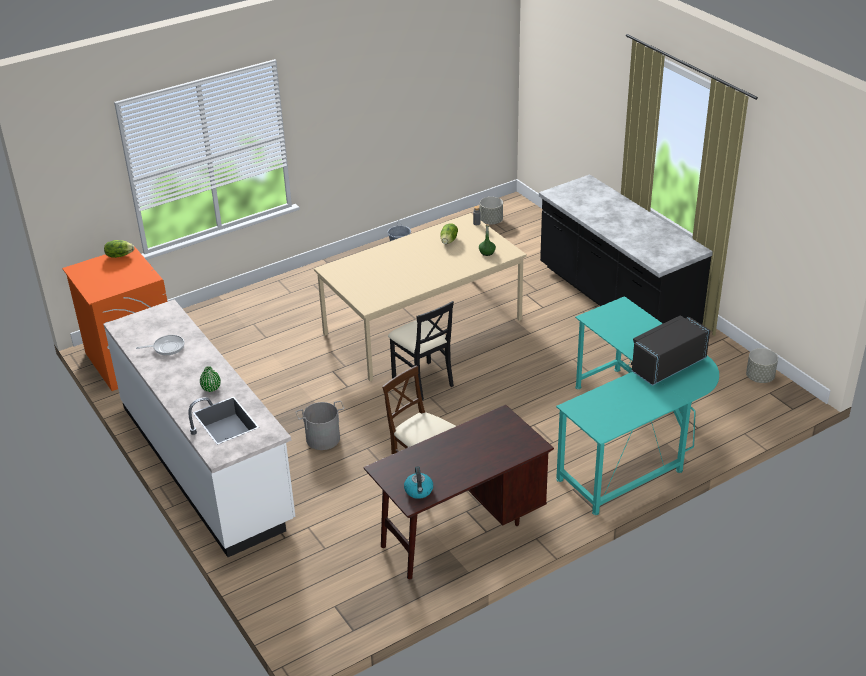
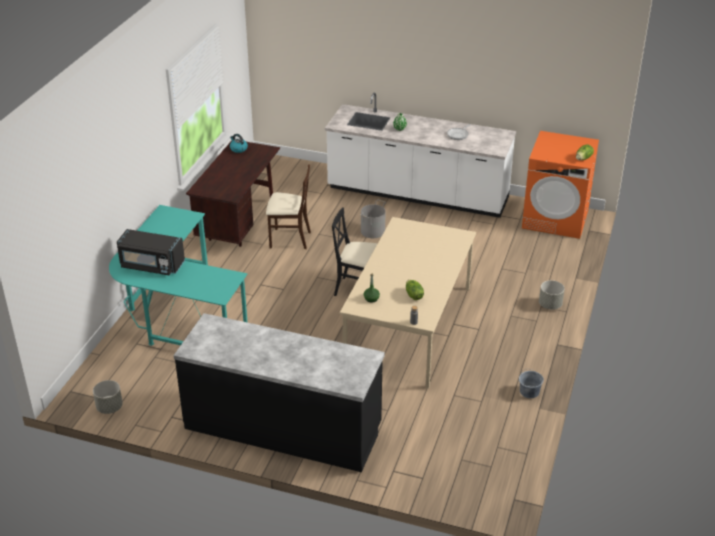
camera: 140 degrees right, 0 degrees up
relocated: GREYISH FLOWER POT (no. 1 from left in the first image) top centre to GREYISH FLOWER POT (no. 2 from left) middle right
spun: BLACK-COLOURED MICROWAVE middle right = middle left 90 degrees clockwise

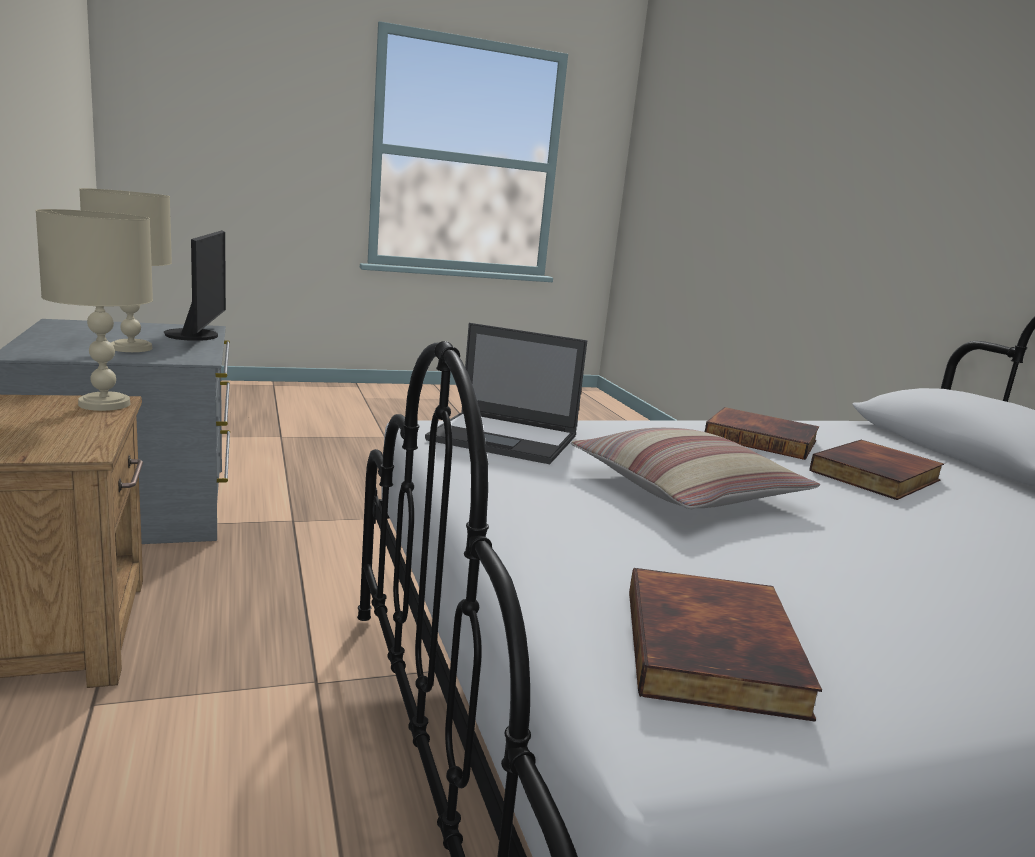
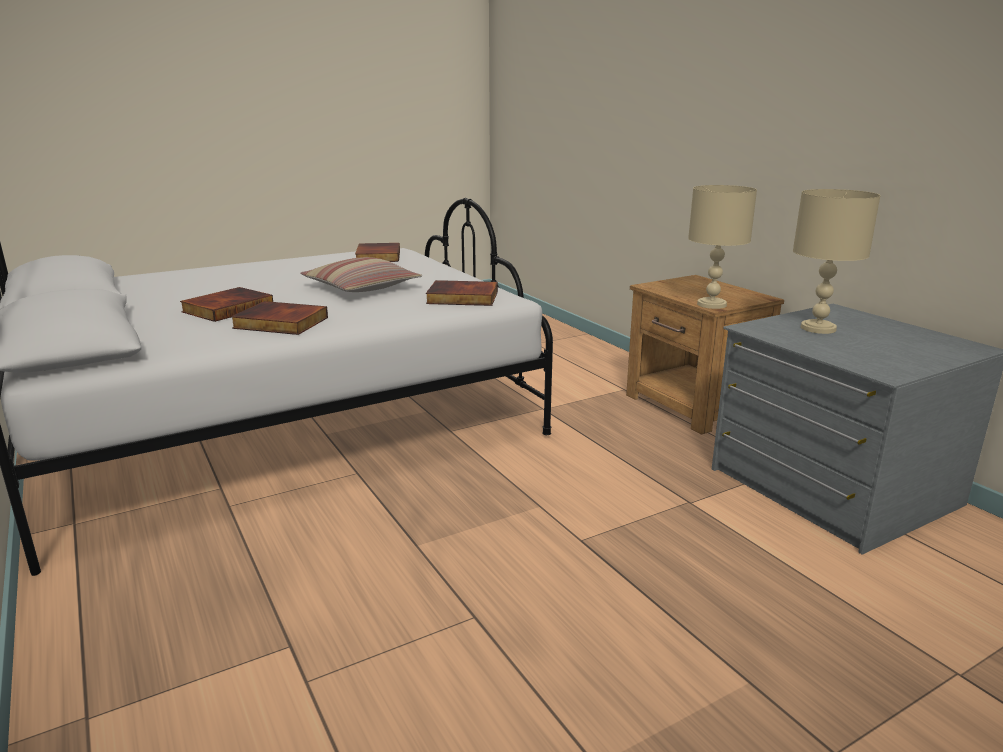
camera: 170 degrees right, 5 degrees up
missing: COMPUTER SCREEN top left
exchanged: PORTABLE COMPUTER centre to BOOK (no. 4 from left) centre

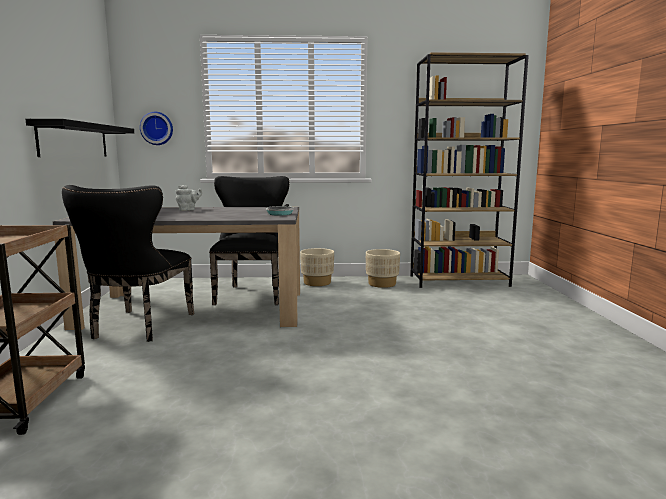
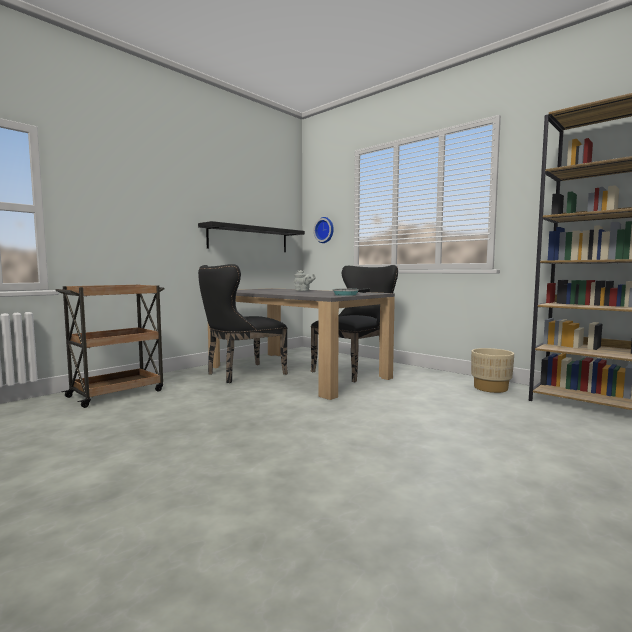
camera: 45 degrees right, 5 degrees down
missing: BEIGE FLOWER POT (no. 1 from left) centre

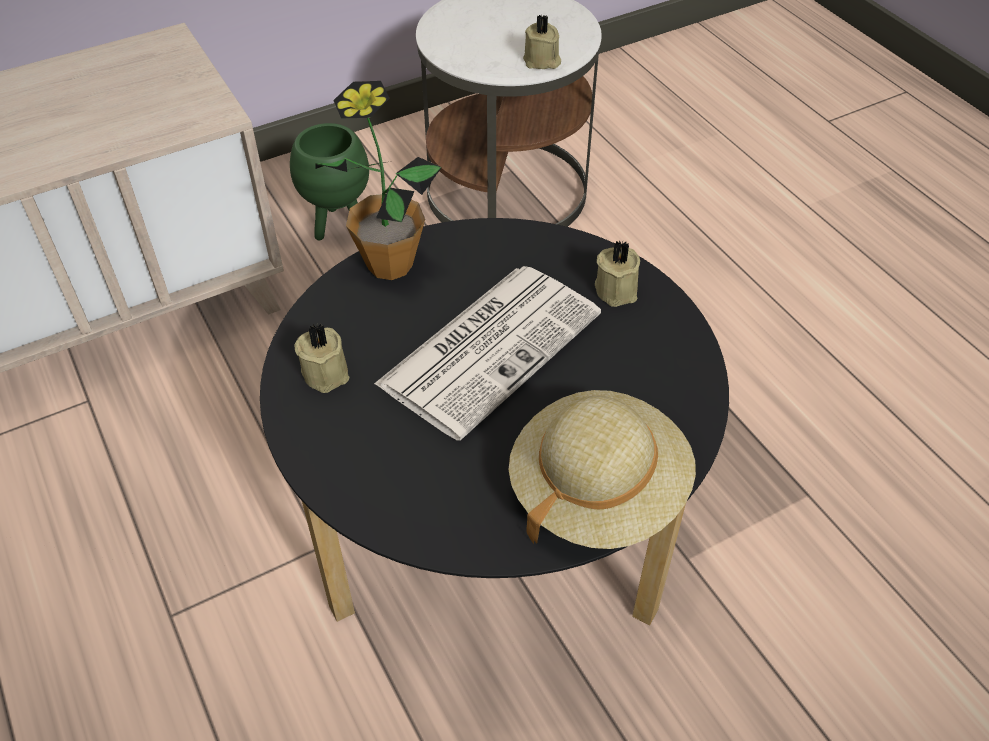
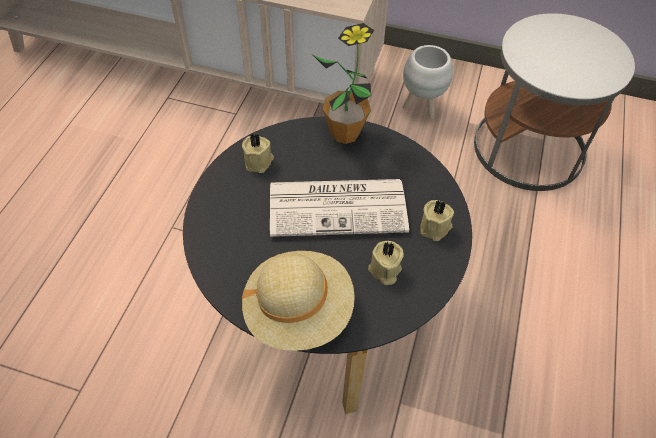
camera: 45 degrees right, 5 degrees up
relocated: BEIGE WAX CANDLE (no. 2 from left) top centre to centre
colour: GREEN-COLOURED FLOWER POT top left to WHITE-COLOURED FLOWER POT top centre

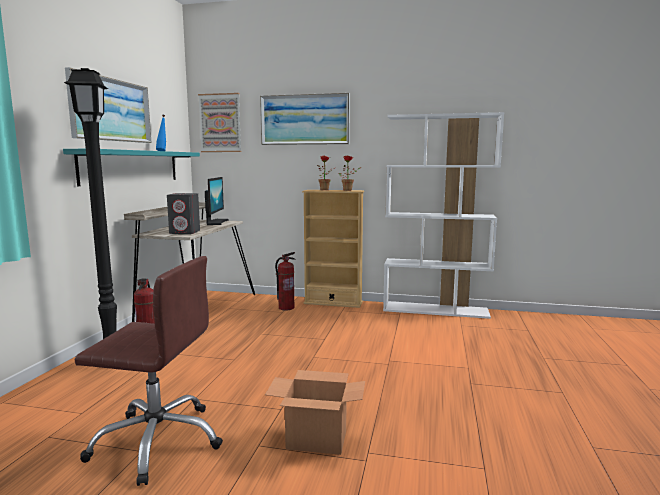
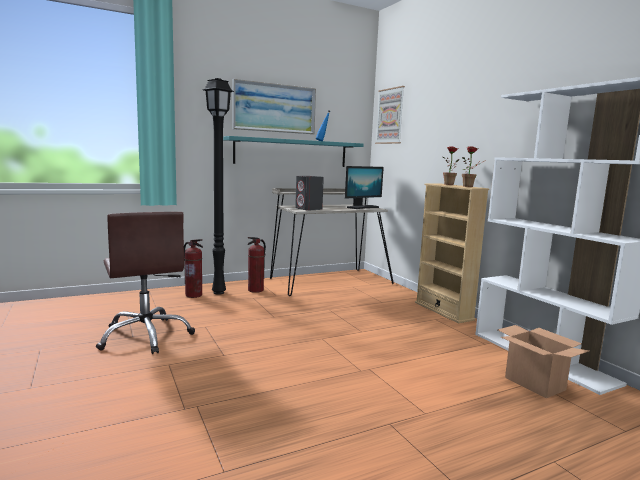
camera: 50 degrees right, 0 degrees up
missing: WALL PICTURE (no. 3 from left) top centre
relocated: FIRE EXTINGUISHER (no. 2 from left in the first image) centre to FIRE EXTINGUISHER (no. 1 from left) middle left; CARDBOARD BOX bottom centre to bottom right

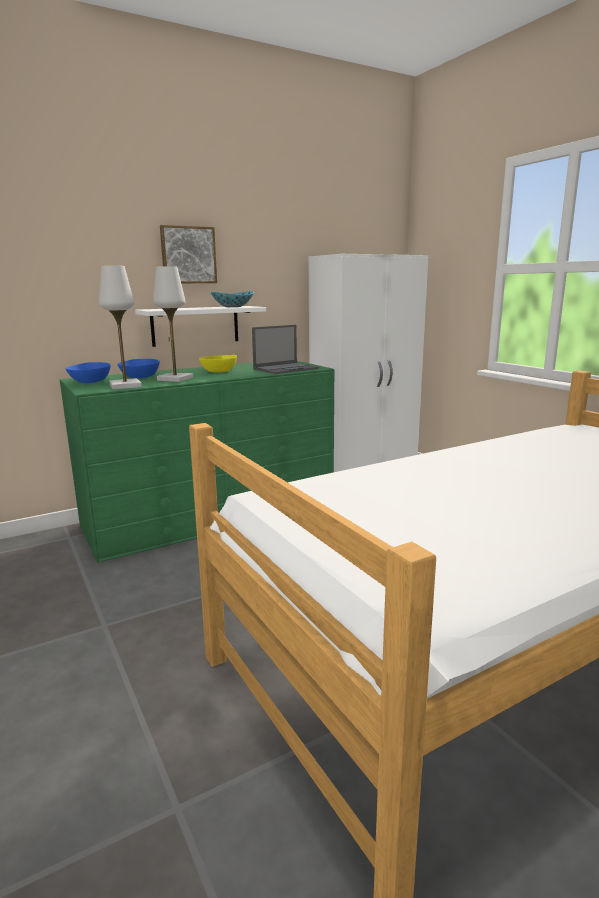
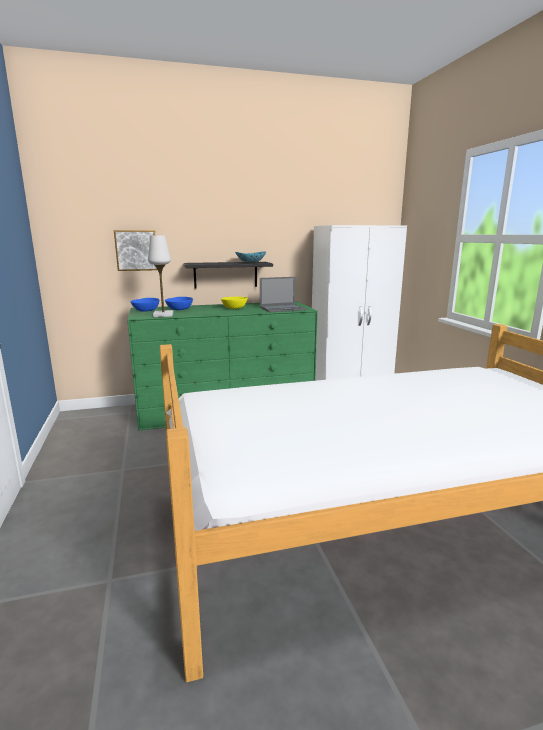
camera: 15 degrees right, 0 degrees up
missing: WHITE-COLOURED TABLE LAMP (no. 2 from left) middle left
relocated: WALL PICTURE top left to middle left
colour: WHITE-COLOURED SHELF centre to BLACK-COLOURED SHELF centre

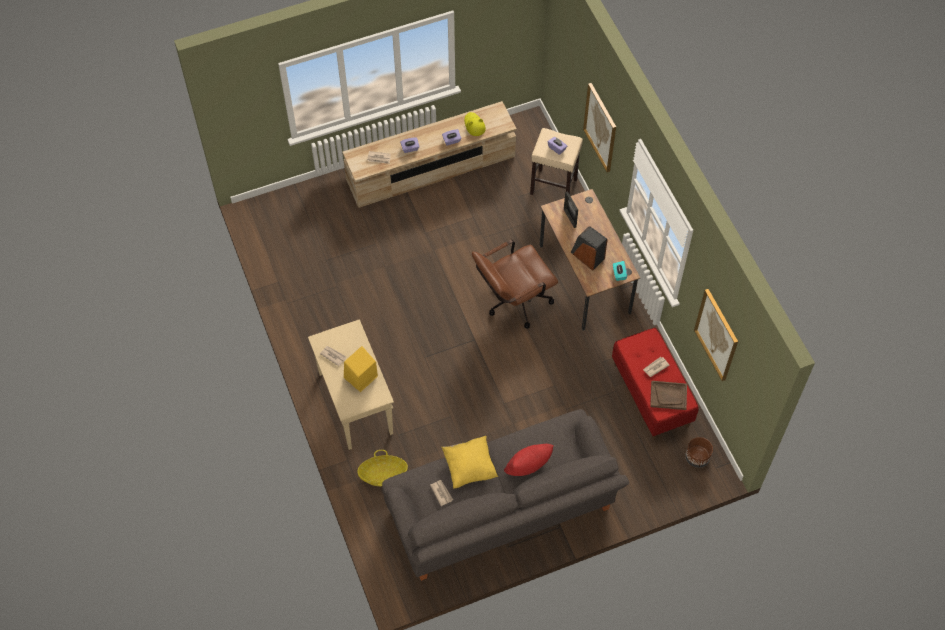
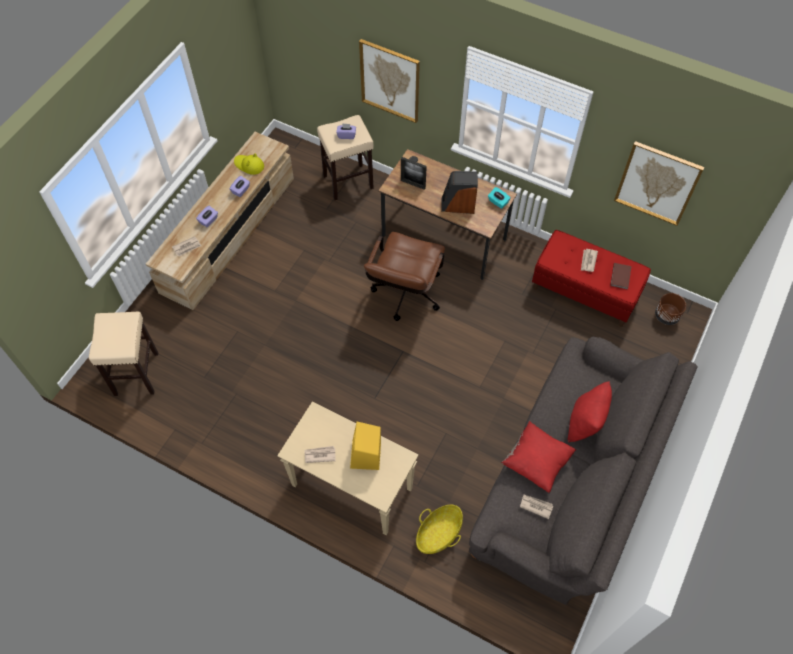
camera: 40 degrees left, 0 degrees up
appeared: BEIGE SITTING STOOL (no. 1 from left) middle left
exchanged: BROWNISH CARRYING TRAY middle right to BROWNISH BOOK middle right
colour: YELLOW-COLOURED THROW PILLOW bottom centre to RED THROW PILLOW (no. 1 from left) bottom right

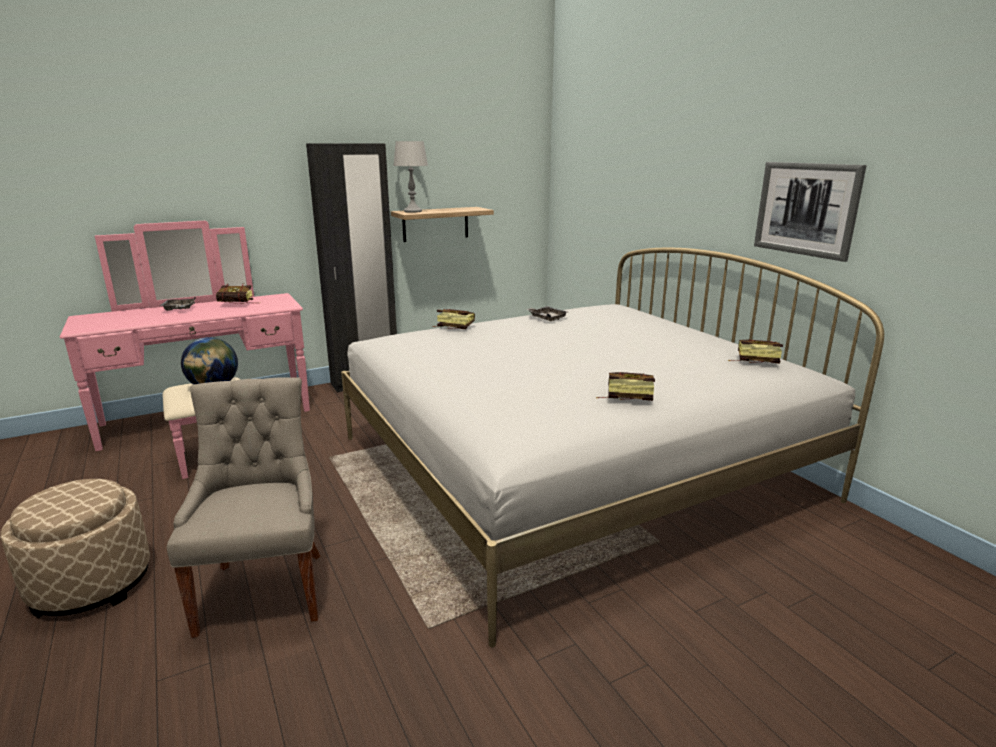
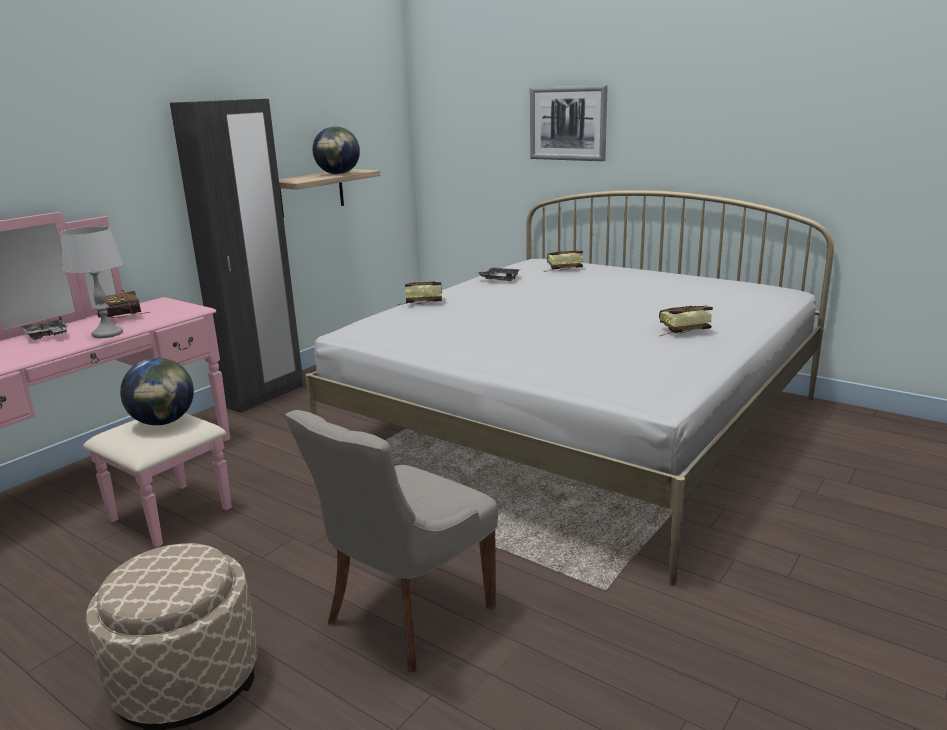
camera: 25 degrees left, 0 degrees up
appeared: DESK GLOBE (no. 2 from left) top centre
relocated: GREYISH TABLE LAMP top centre to middle left; WALL PICTURE top right to top centre; BOOK (no. 4 from left in the first image) middle right to BOOK (no. 3 from left) centre
spun: GREYISH CHAIR bottom left = bottom centre 105 degrees counterclockwise

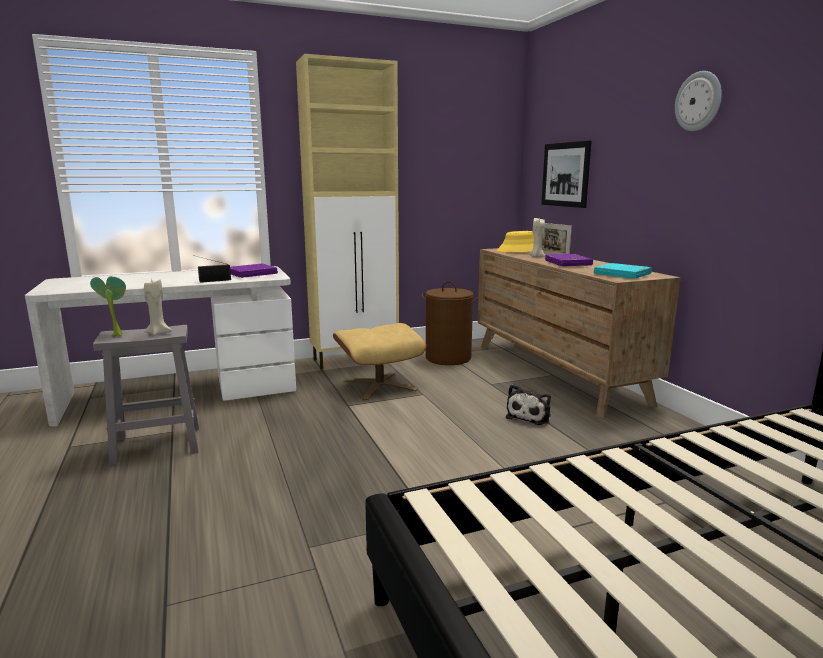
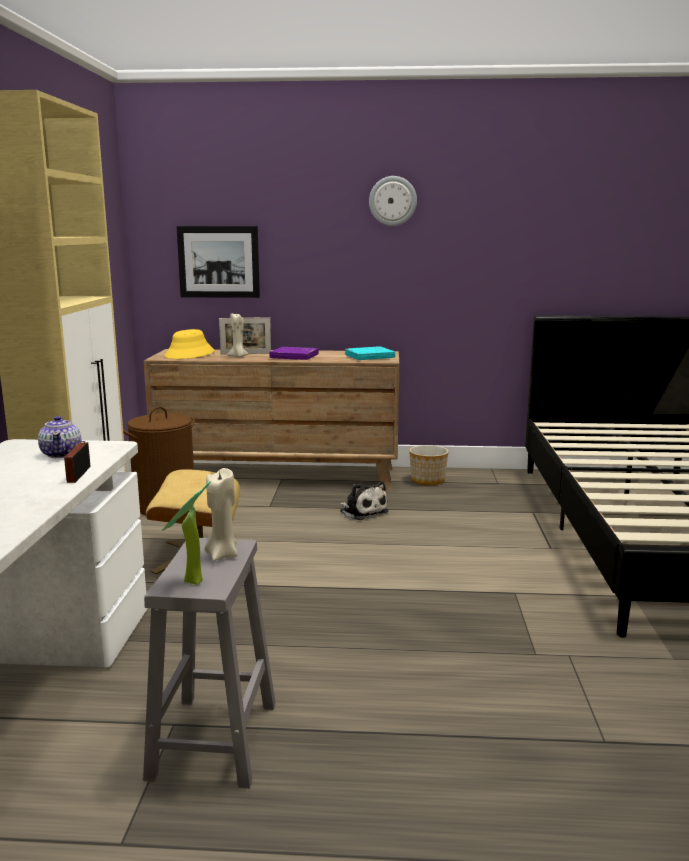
camera: 65 degrees left, 0 degrees up
appeared: FLOWER POT centre
exchanged: PURPLE-COLOURED BOOK (no. 1 from left) middle left to TEA POT middle left

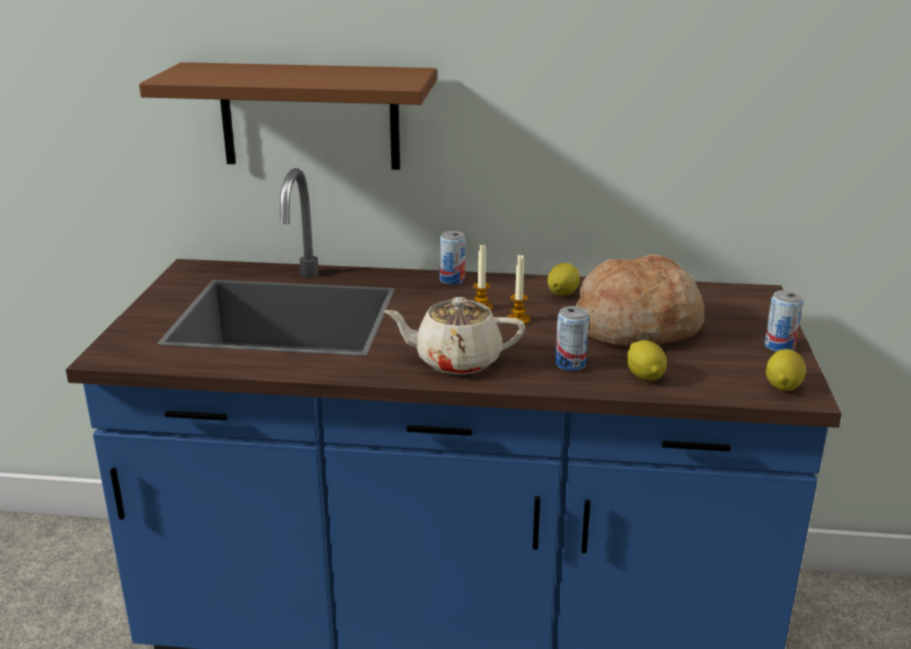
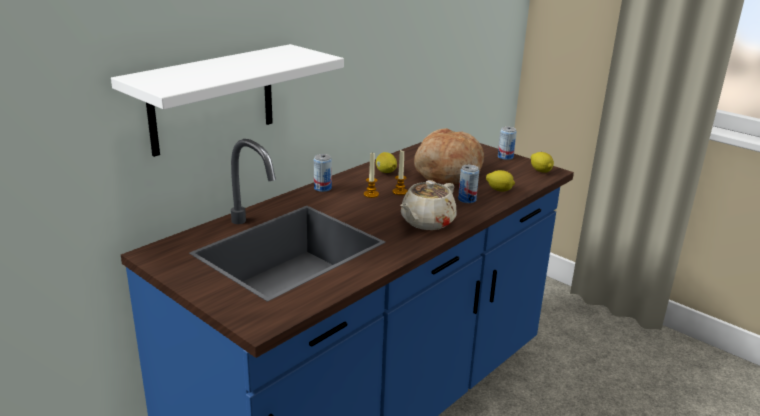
camera: 55 degrees left, 0 degrees up
colour: BROWNISH SHELF top left to WHITE-COLOURED SHELF top left

